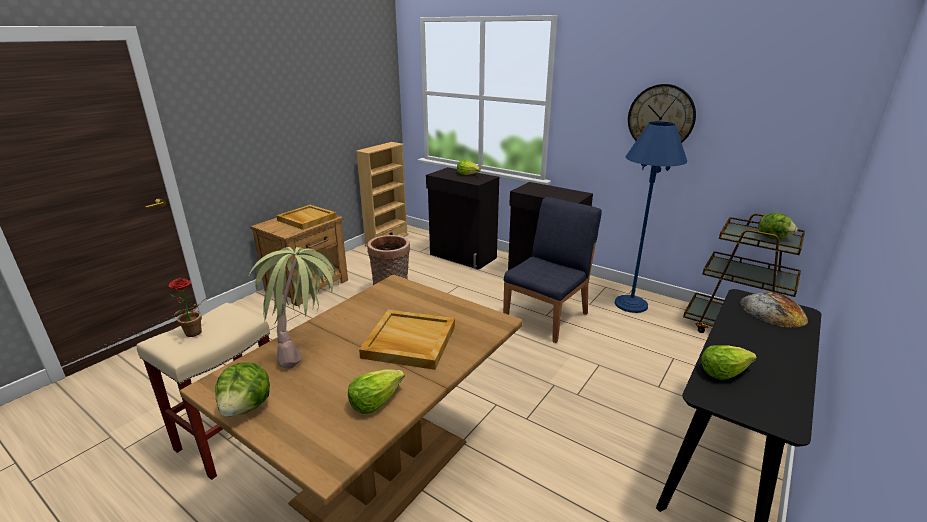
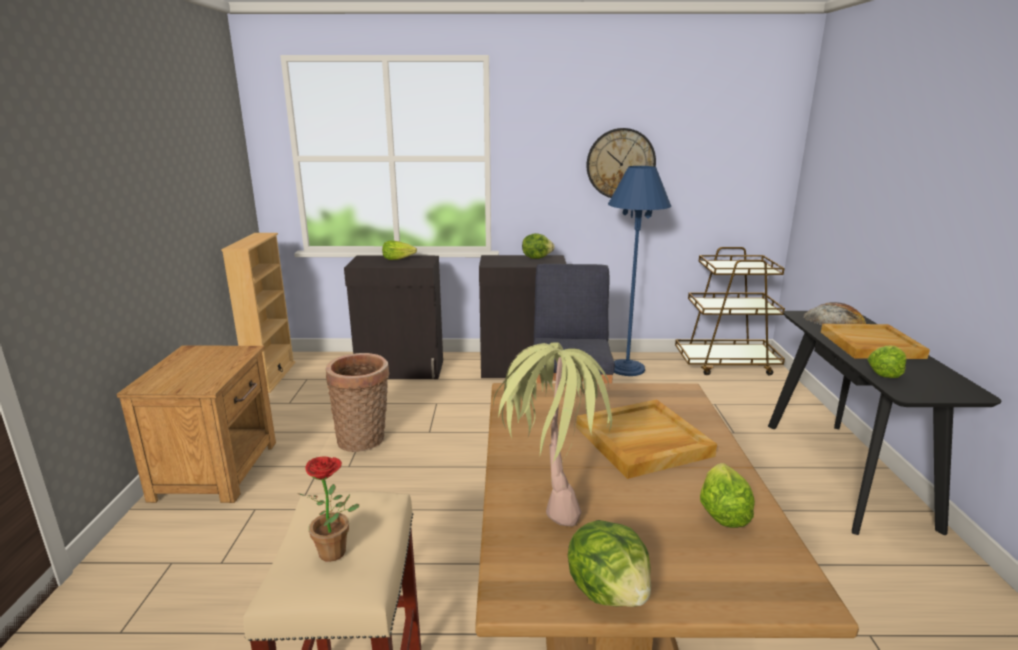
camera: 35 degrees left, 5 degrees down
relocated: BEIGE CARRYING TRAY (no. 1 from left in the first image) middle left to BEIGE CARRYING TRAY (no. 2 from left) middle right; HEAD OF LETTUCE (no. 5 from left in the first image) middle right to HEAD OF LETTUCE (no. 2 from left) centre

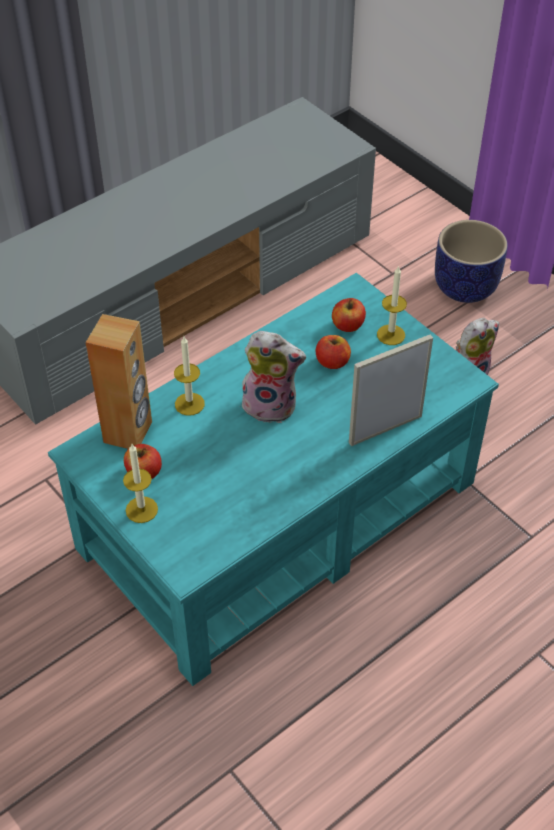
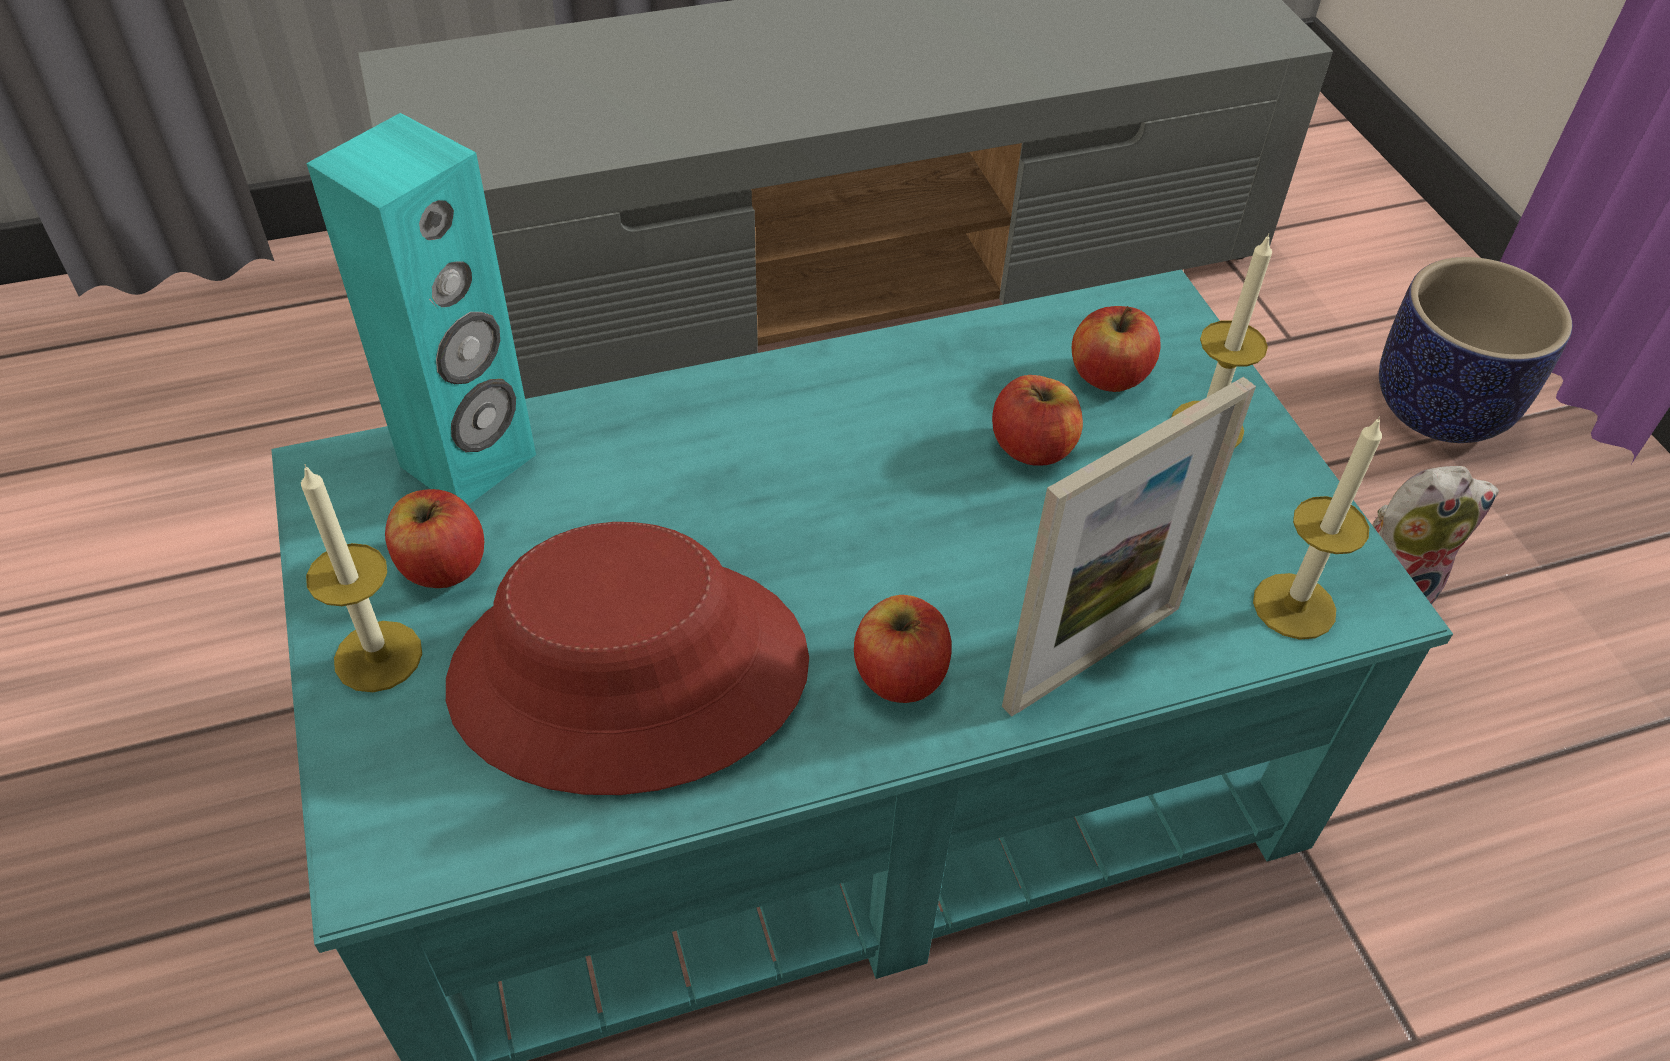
camera: 20 degrees right, 0 degrees up
missing: SOFT TOY (no. 1 from left) centre
appeared: RED CLOTHING HAT centre; APPLE FRUIT (no. 2 from left) centre
relocated: WAX CANDLE (no. 2 from left in the first image) centre to WAX CANDLE (no. 3 from left) middle right
colour: BROWNISH AUDIO SPEAKER middle left to TURQUOISE AUDIO SPEAKER top left
spun: PICTURE FRAME middle right = middle right 150 degrees clockwise

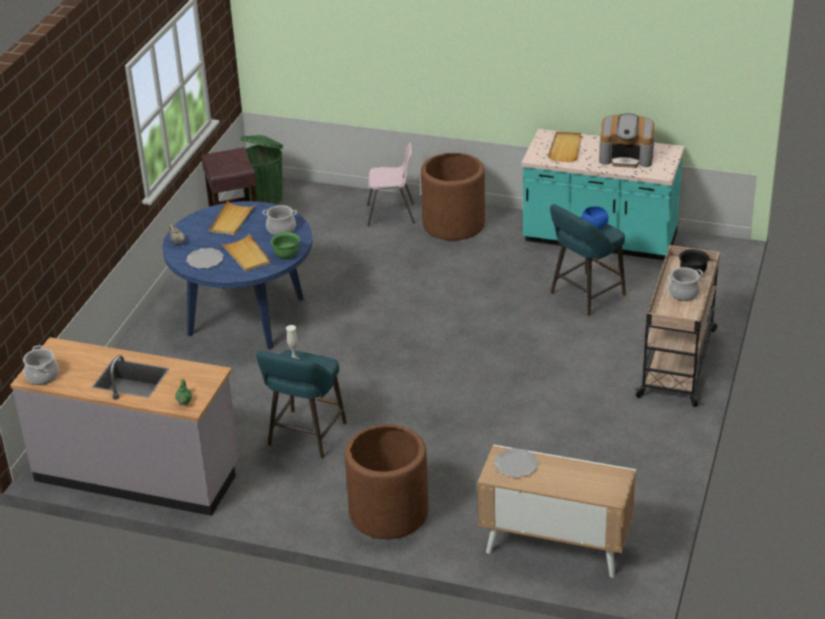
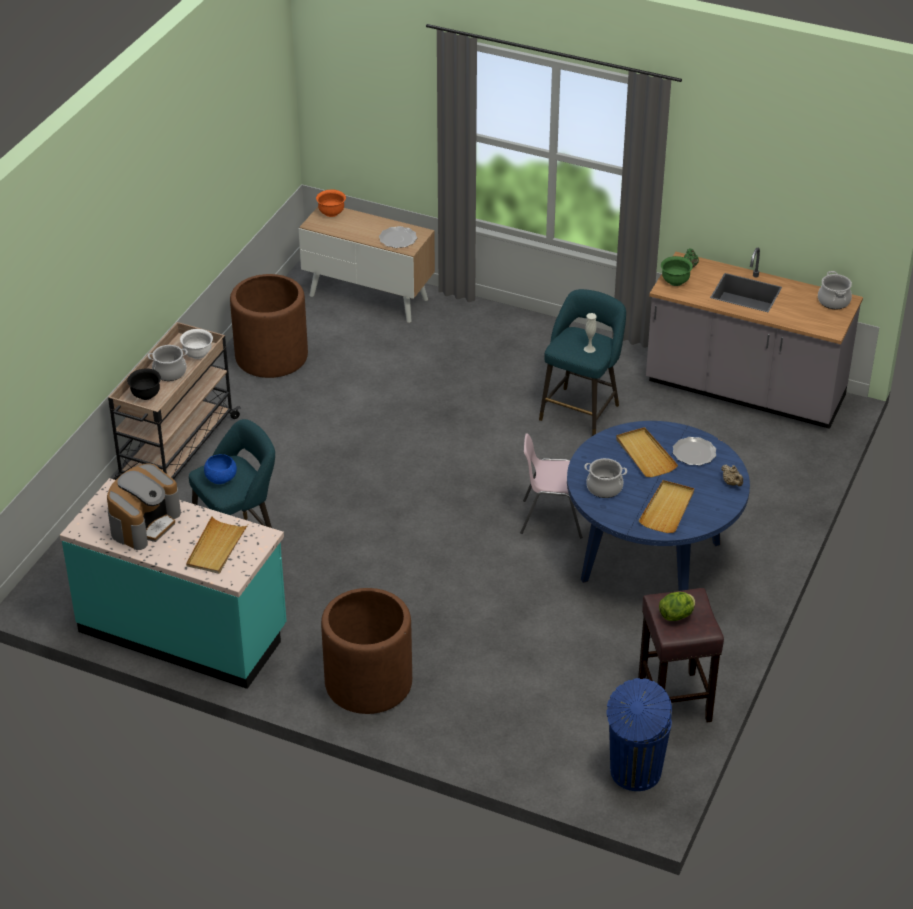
camera: 175 degrees left, 5 degrees up
appeared: ORANGE-COLOURED DEEP DISH top centre; WHITE-COLOURED DEEP DISH middle left; HEAD OF LETTUCE bottom right
relocated: PINK CHAIR top centre to centre; GREEN-COLOURED DEEP DISH centre to top right; BROWNISH FLOWER POT (no. 1 from left) bottom centre to middle left
colour: GREEN-COLOURED TRASH CAN top left to BLUE TRASH CAN bottom right
spun: COFFEE MAKER top right = middle left 105 degrees clockwise

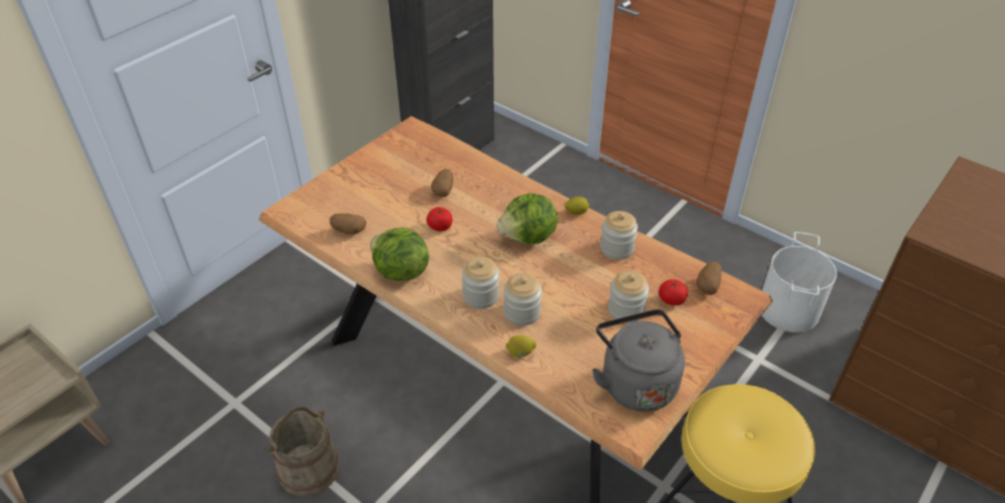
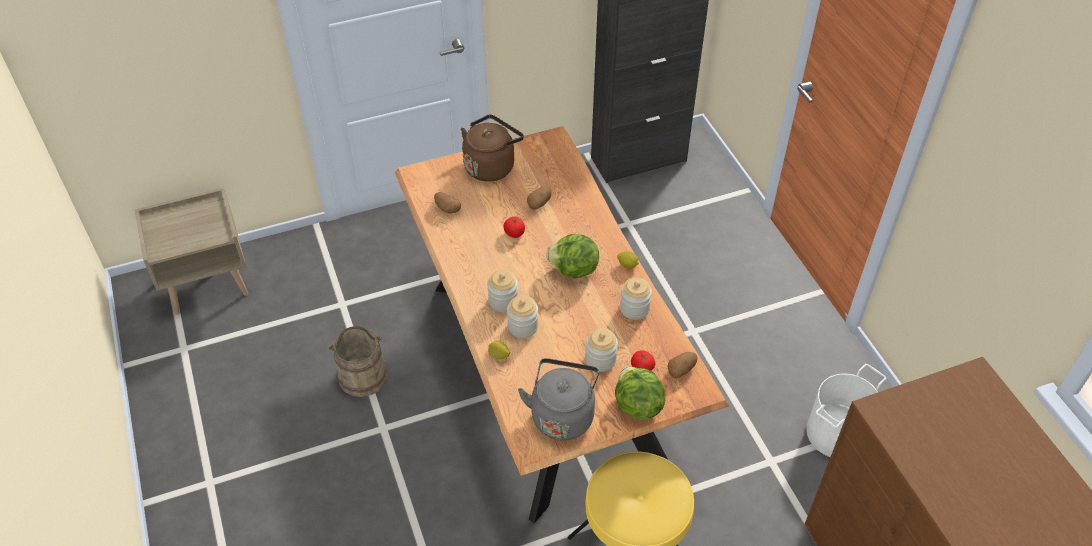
camera: 30 degrees right, 5 degrees up
appeared: BROWNISH TEA KETTLE top centre
relocated: HEAD OF LETTUCE (no. 1 from left in the first image) centre to HEAD OF LETTUCE (no. 2 from left) bottom centre

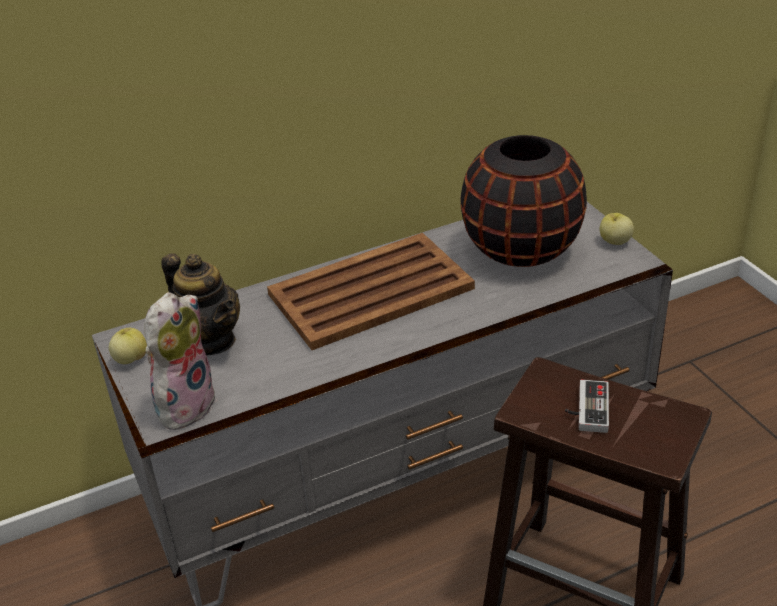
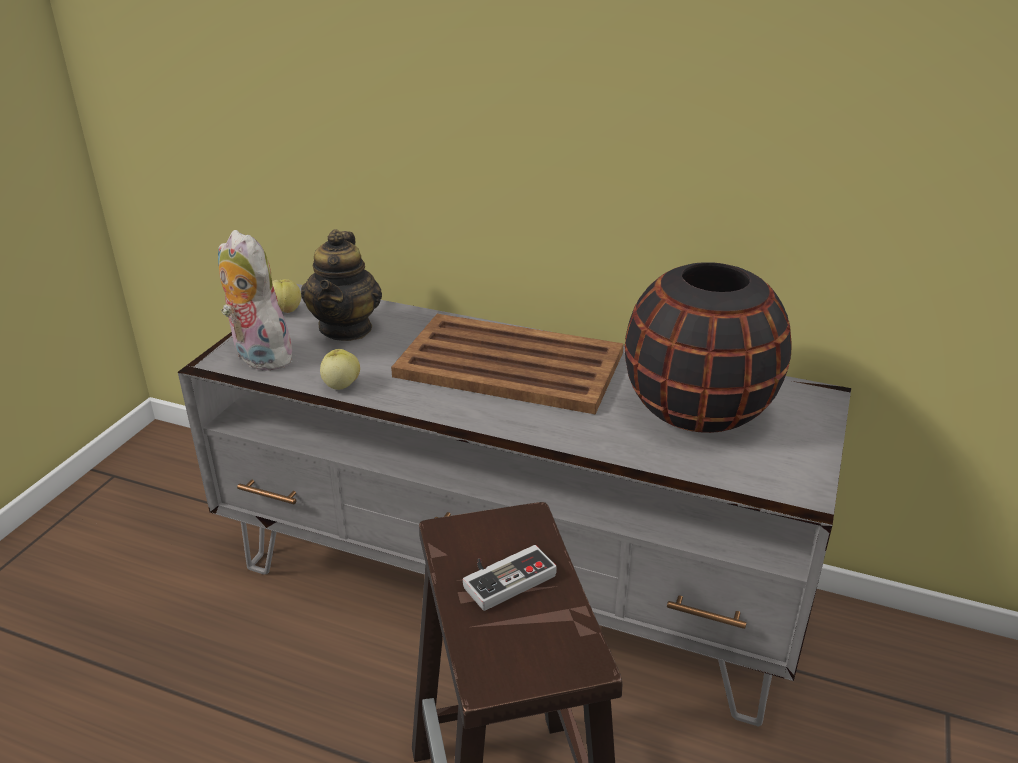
camera: 45 degrees right, 5 degrees down
relocated: APPLE FRUIT (no. 2 from left) middle right to centre
spun: SOFT TOY middle left = middle left 120 degrees counterclockwise

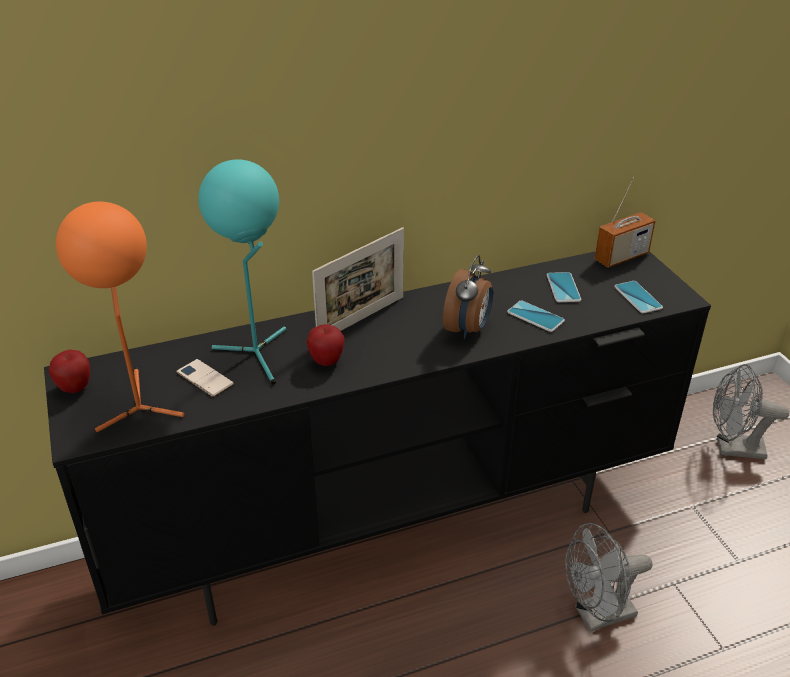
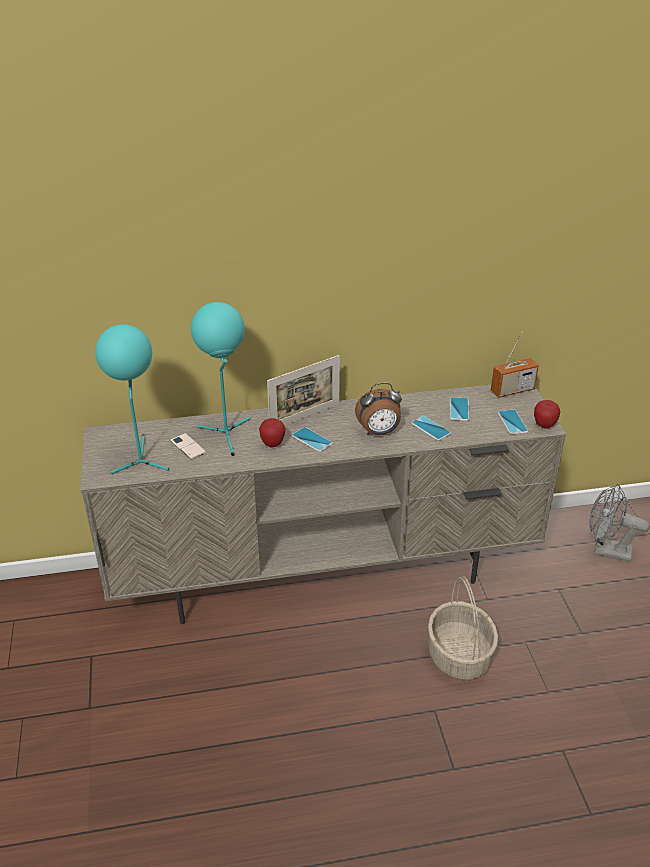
camera: 10 degrees right, 0 degrees up
appeared: HANDSET (no. 2 from left) centre
relocated: APPLE FRUIT (no. 1 from left in the first image) middle left to APPLE FRUIT (no. 2 from left) middle right
exchanged: GREYISH ELECTRIC FAN (no. 1 from left) bottom right to HOUSEHOLD BASKET bottom right
colour: ORANGE-COLOURED TABLE LAMP middle left to TURQUOISE TABLE LAMP (no. 1 from left) middle left; BLACK-COLOURED MEDIA CONSOLE centre to BEIGE MEDIA CONSOLE centre
spun: TABLE CLOCK centre = centre 45 degrees clockwise

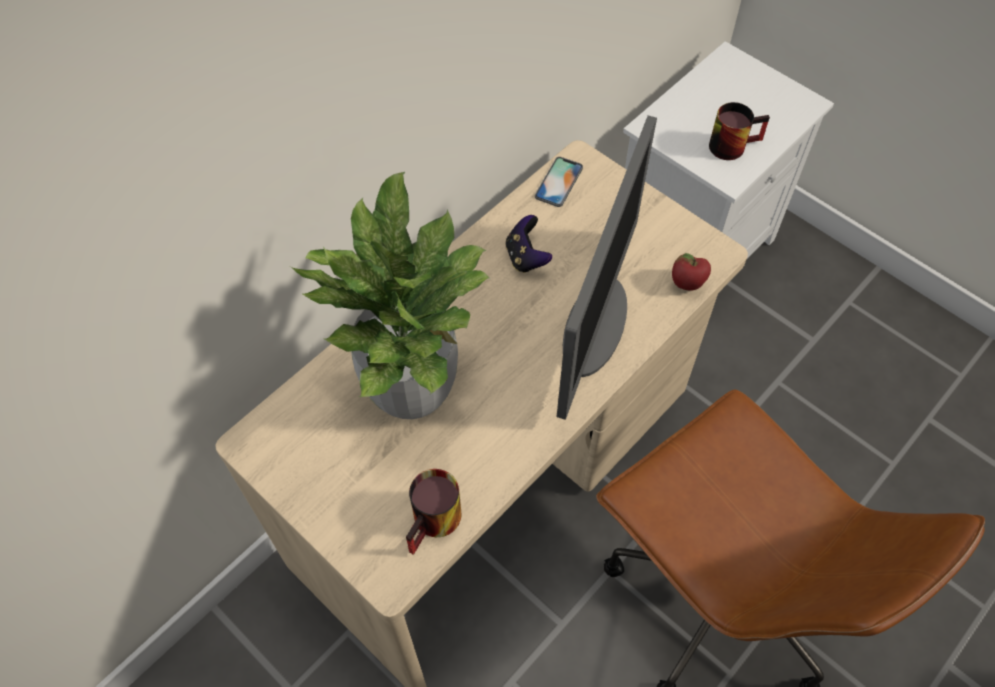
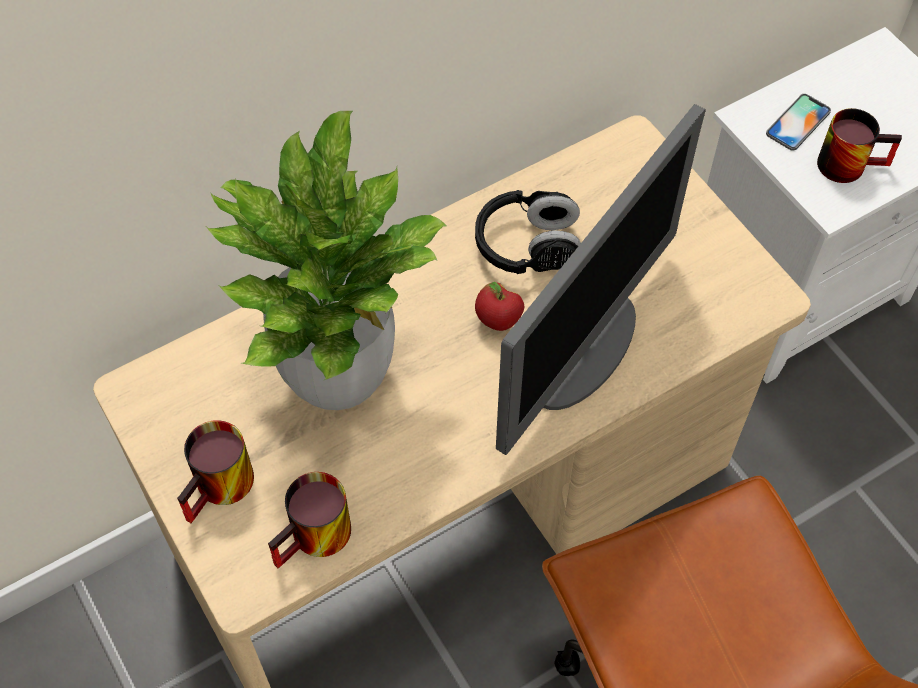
camera: 15 degrees right, 0 degrees up
appeared: COFFEE MUG (no. 1 from left) bottom left
relocated: HANDSET top centre to top right; APPLE FRUIT middle right to centre
exchanged: GAMEPAD centre to BLACK-COLOURED PAIR OF HEADPHONES centre

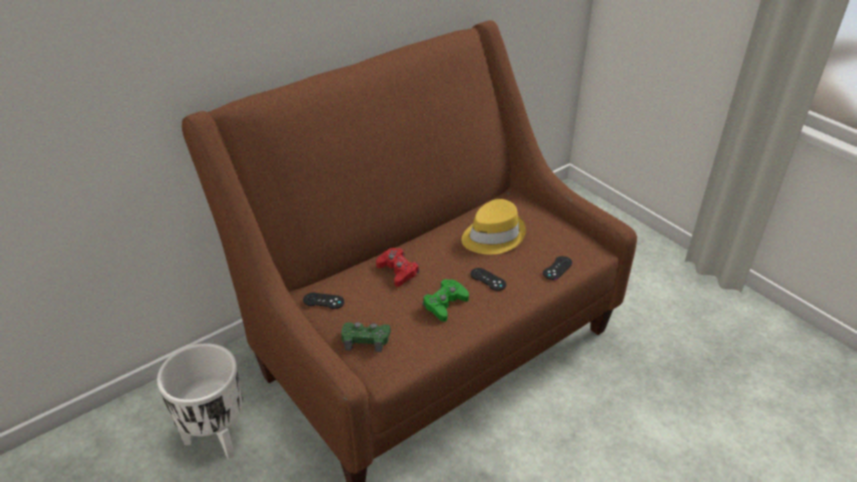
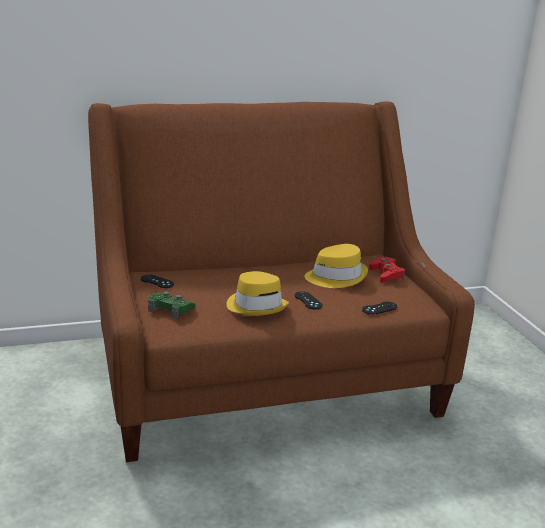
camera: 20 degrees right, 15 degrees down
missing: WHITE-COLOURED FLOWER POT bottom left
relocated: RED GAMEPAD centre to middle right
exchanged: GREEN-COLOURED GAMEPAD (no. 2 from left) centre to YELLOW-COLOURED CLOTHING HAT (no. 1 from left) centre

